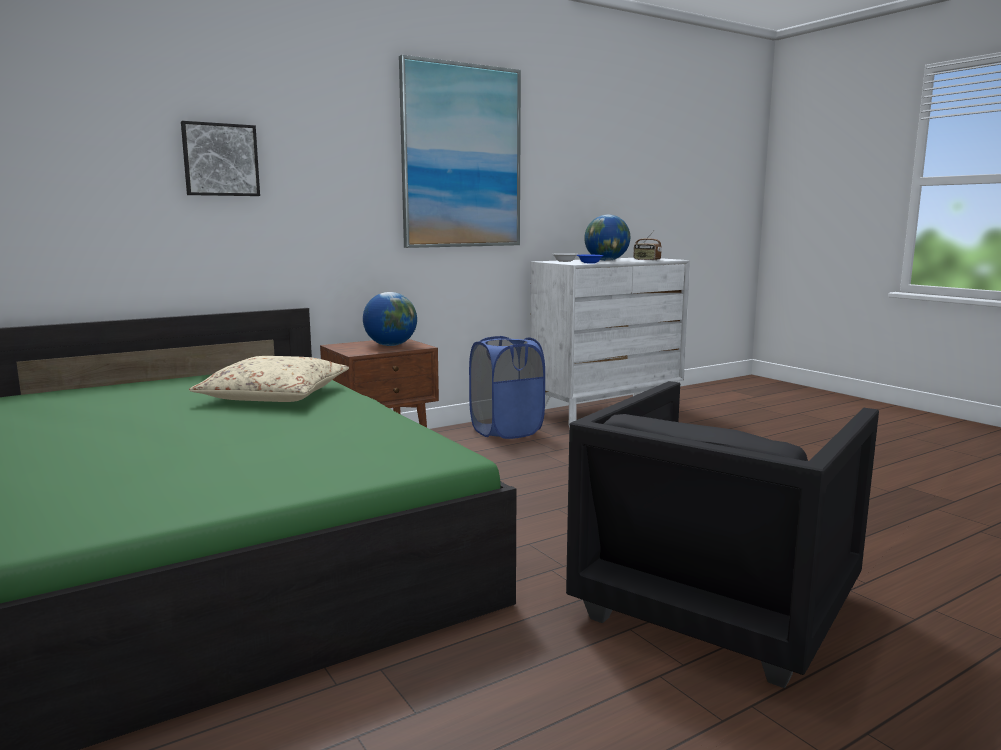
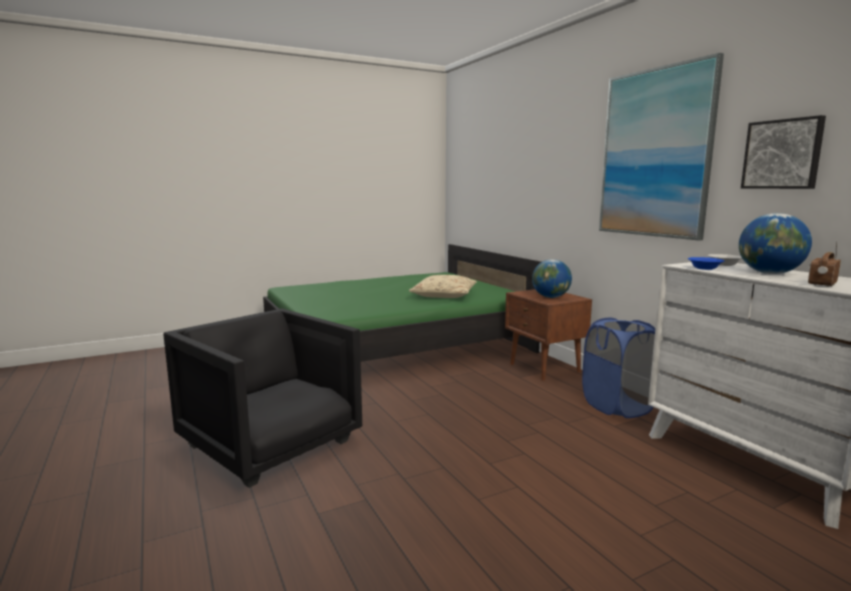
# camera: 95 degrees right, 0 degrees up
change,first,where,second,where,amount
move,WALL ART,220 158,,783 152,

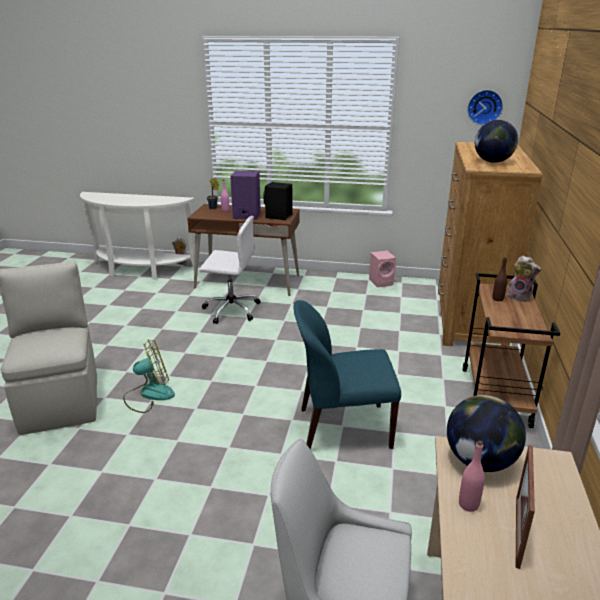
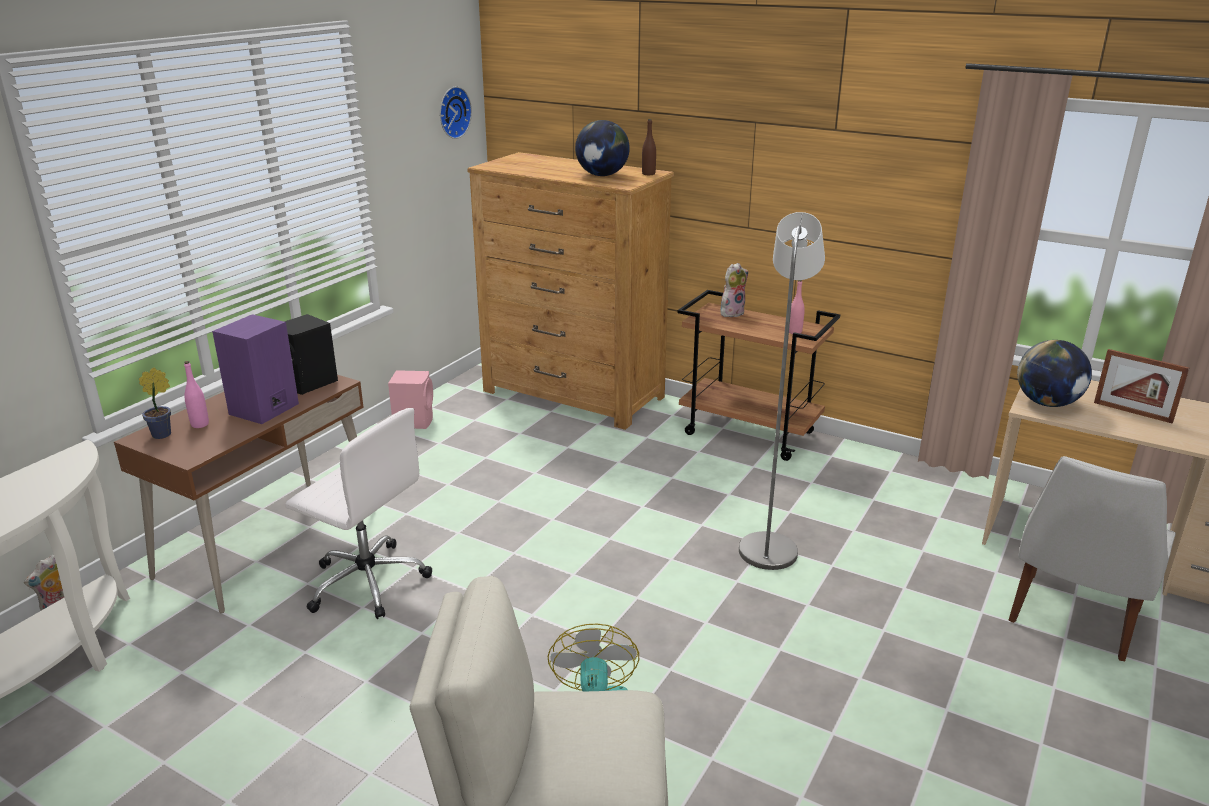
# camera: 70 degrees left, 0 degrees up
change,first,where,second,where,amount
rotate,WHITE-COLOURED DESK CHAIR,230 270,,359 513,90 degrees clockwise
replace,BLUISH CHAIR,347 374,GREYISH STANDARD LAMP,782 391,
move,PINK-COLOURED BEVERAGE BOTTLE,472 476,,797 307,
move,BROWN-COLOURED BEVERAGE BOTTLE,499 279,,649 147,

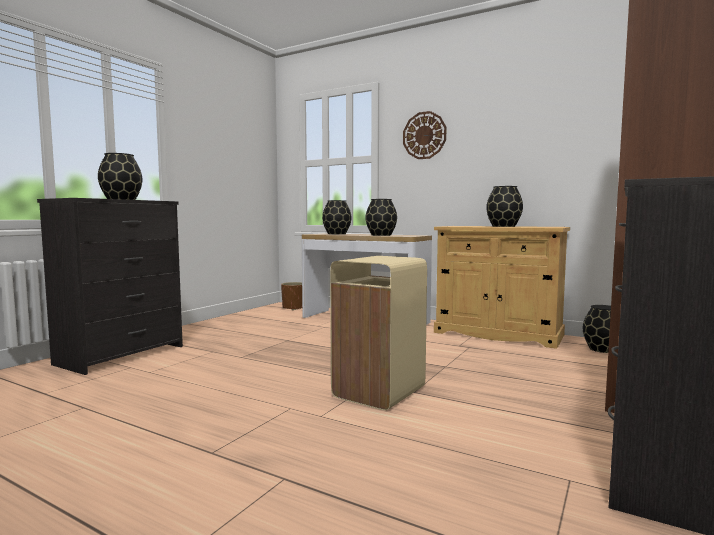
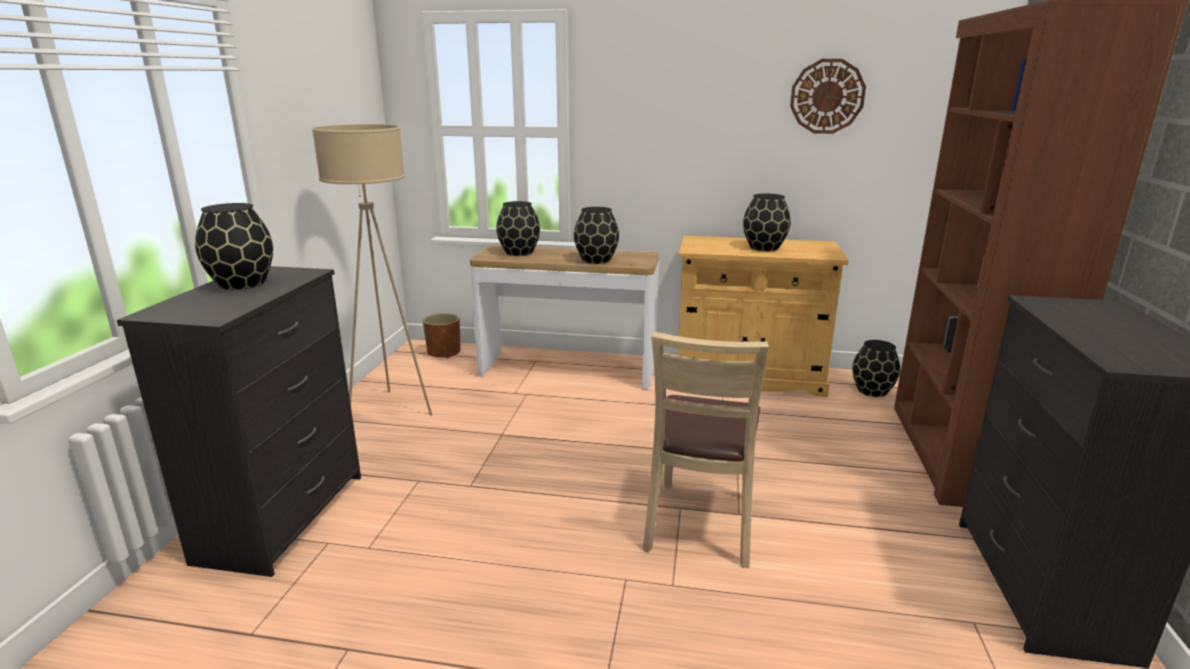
# camera: 20 degrees left, 15 degrees up
change,first,where,second,where,amount
replace,BEIGE TRASH CAN,378 333,BEIGE CHAIR,706 450,
move,HANGING CLOCK,424 135,,828 96,
insert,,,BEIGE STANDARD LAMP,372 269,

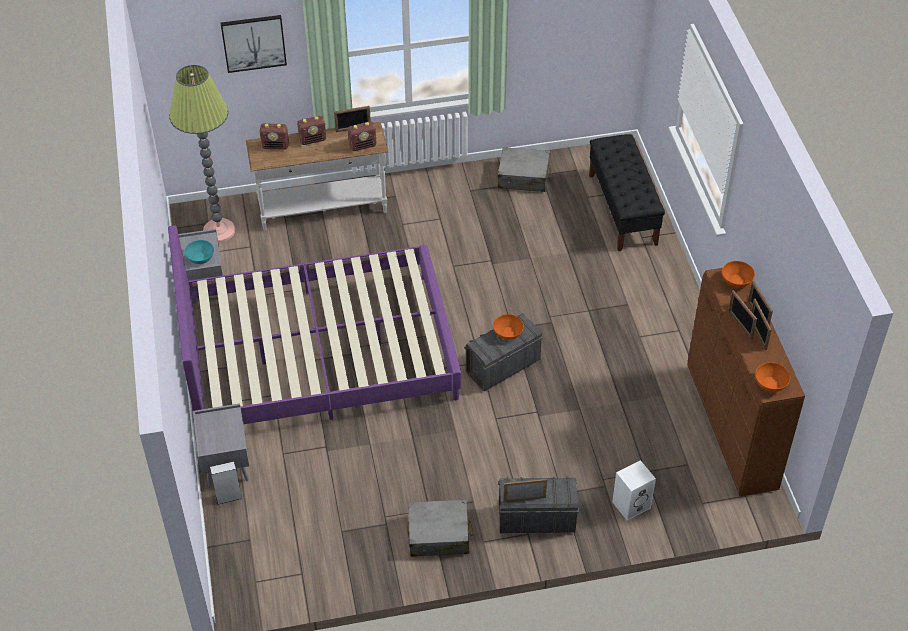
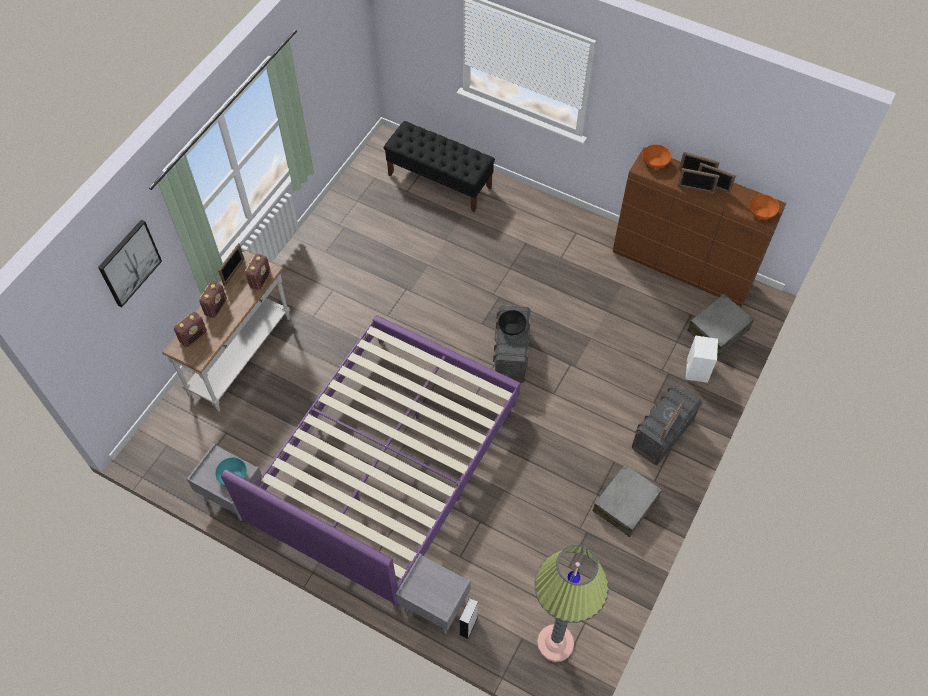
# camera: 50 degrees left, 10 degrees up
change,first,where,second,where,amount
move,STANDARD LAMP,202 154,,572 603,
recolor,ORANGE DEEP DISH,508 327,BLACK DEEP DISH,512 322,
move,GREYISH PIECE OF LUGGAGE,524 169,,721 324,

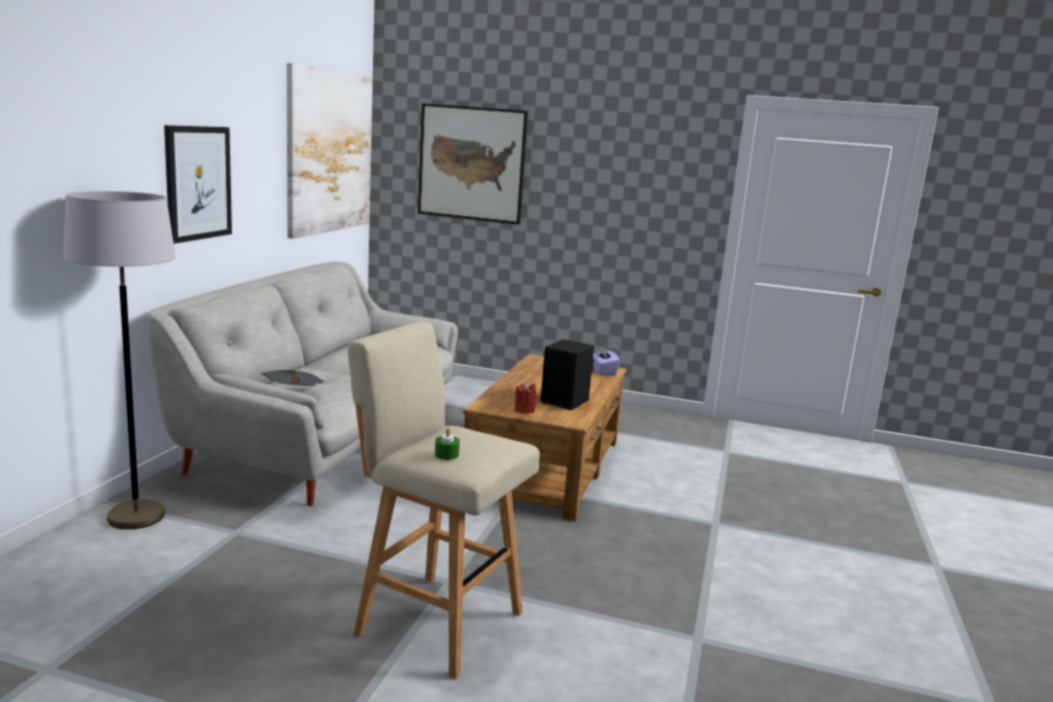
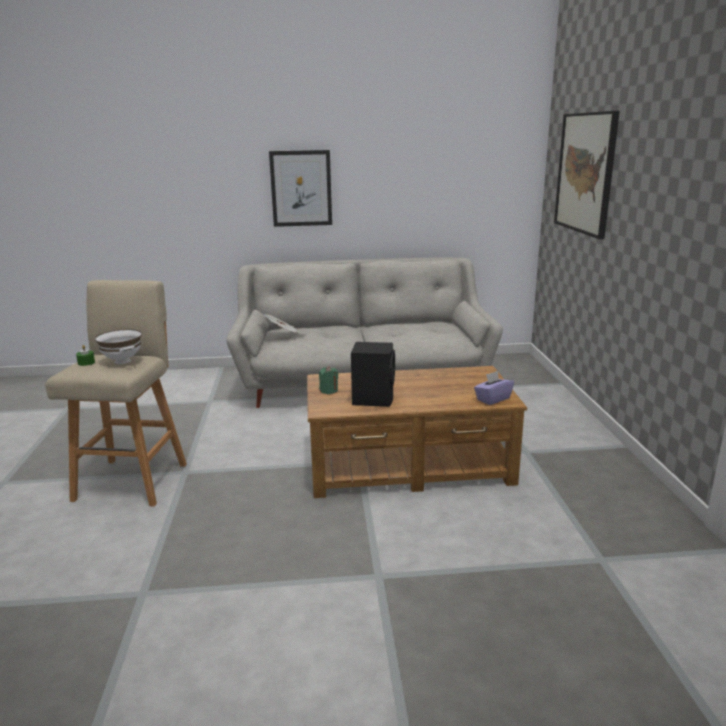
# camera: 70 degrees right, 5 degrees up
change,first,where,second,where,amount
delete,GREYISH STANDARD LAMP,119 360,,,
delete,WALL ART,330 151,,,
recolor,RED-COLOURED CANDLE,525 398,GREENISH CANDLE,329 380,
insert,,,WHITE-COLOURED DEEP DISH,118 346,

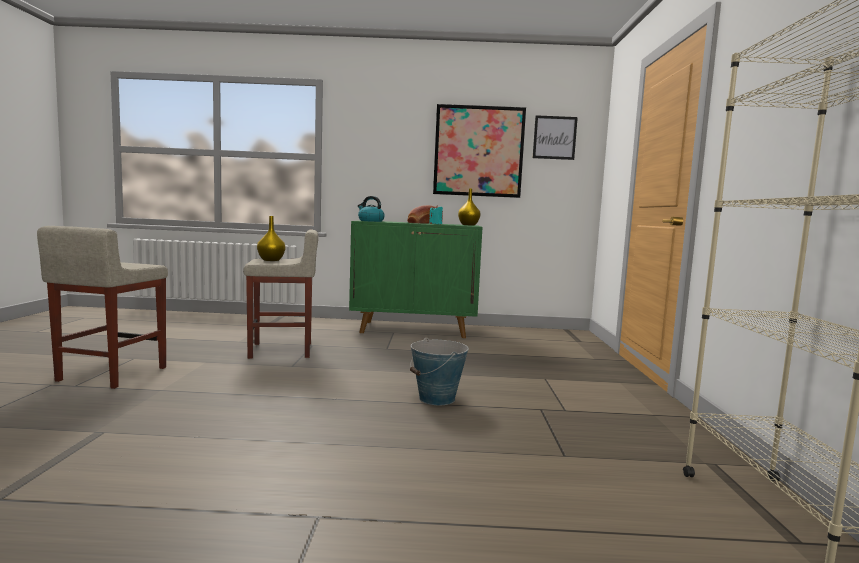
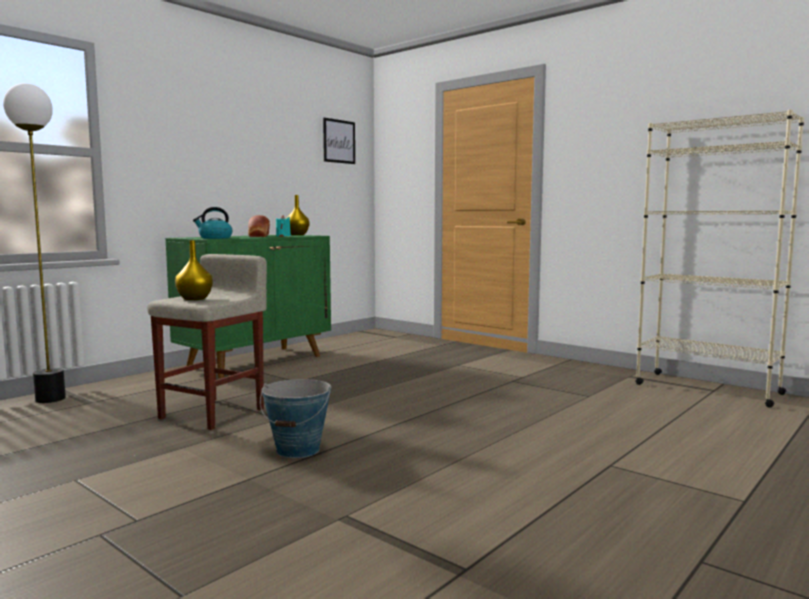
# camera: 50 degrees left, 0 degrees up
change,first,where,second,where,amount
delete,BEIGE SITTING STOOL,102 307,,,
move,WATER BUCKET,439 371,,295 418,
delete,WALL ART,479 151,,,
insert,,,STANDARD LAMP,34 243,

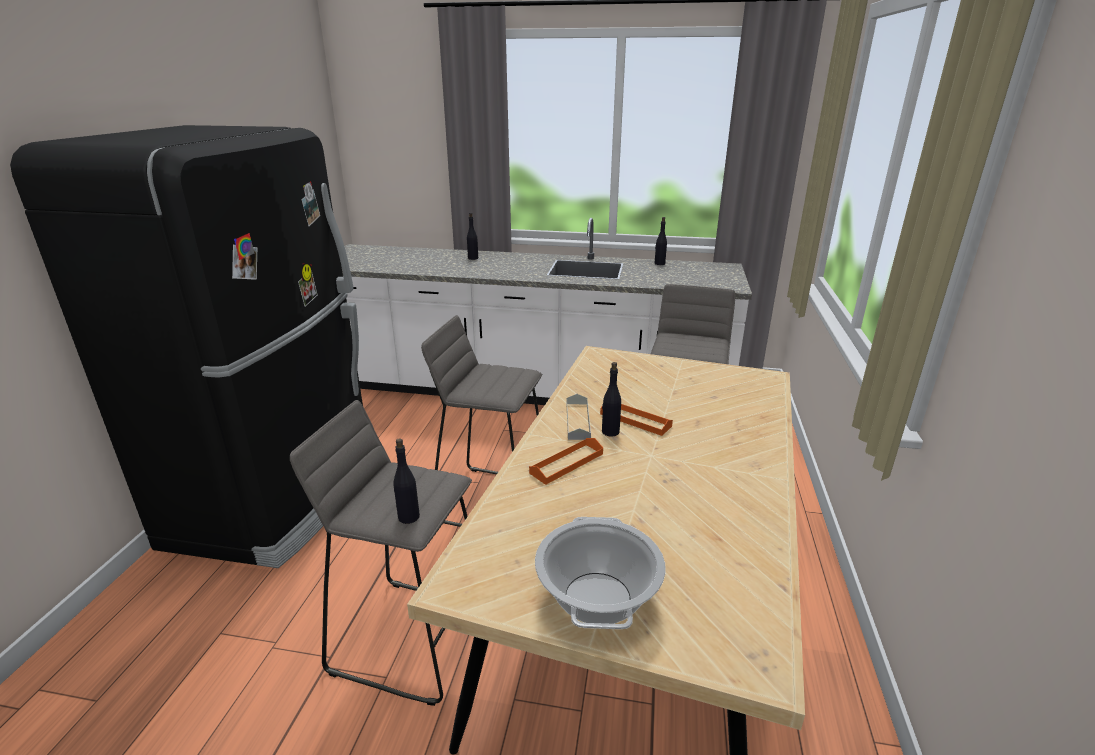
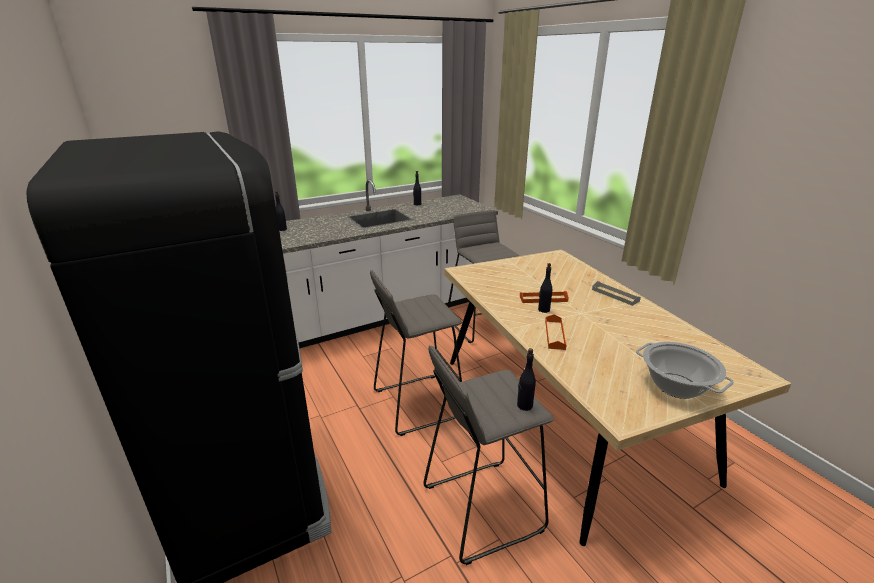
# camera: 40 degrees left, 0 degrees up
change,first,where,second,where,amount
move,GREYISH CARRYING TRAY,579 417,,616 293,

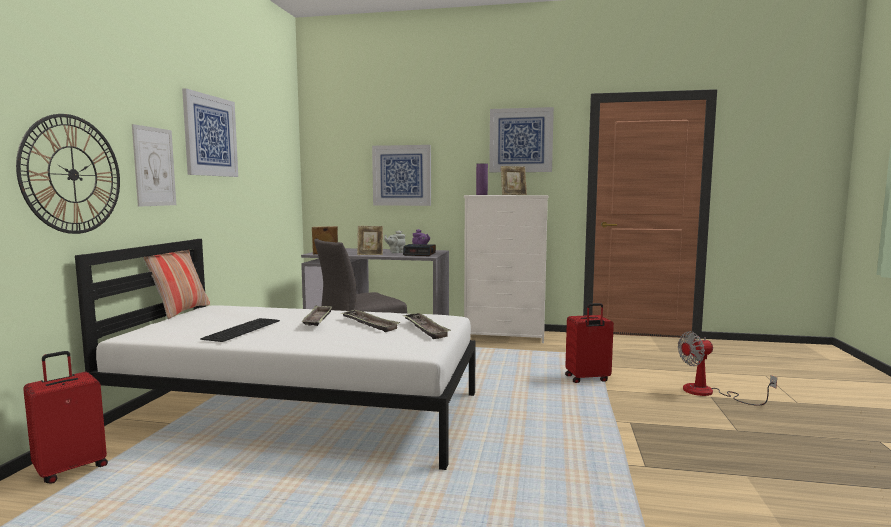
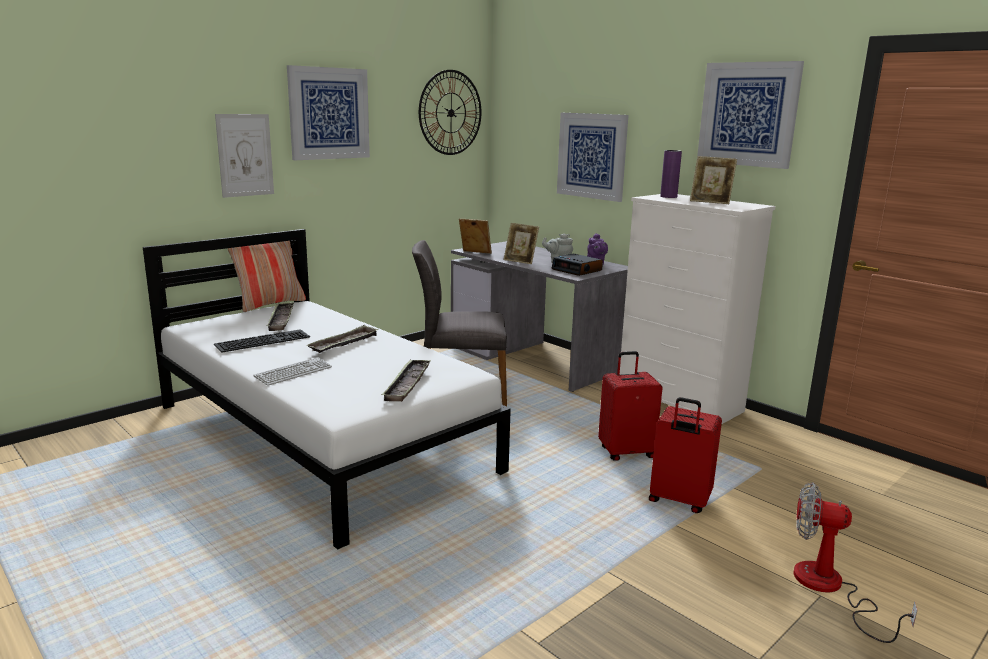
# camera: 35 degrees right, 10 degrees up
change,first,where,second,where,amount
move,HANGING CLOCK,68 174,,450 112,
move,RED-COLOURED PIECE OF LUGGAGE,65 417,,630 406,
move,CARRYING TRAY,370 320,,280 317,
insert,,,PC KEYBOARD,292 371,

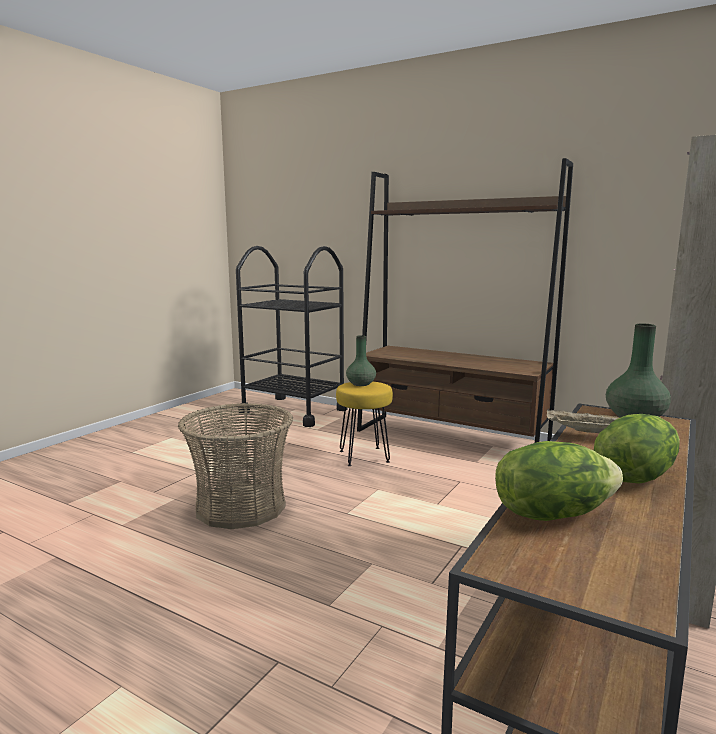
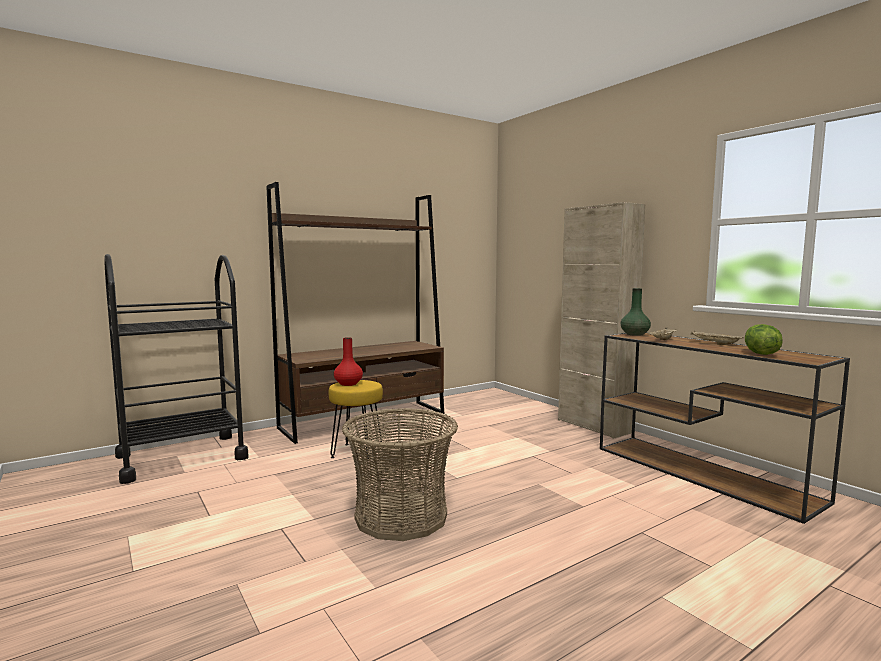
# camera: 65 degrees left, 5 degrees down
change,first,where,second,where,amount
recolor,GREENISH VASE,361 360,RED-COLOURED VASE,348 361,
replace,LETTUCE,637 449,BEIGE CARRYING TRAY,717 338,

